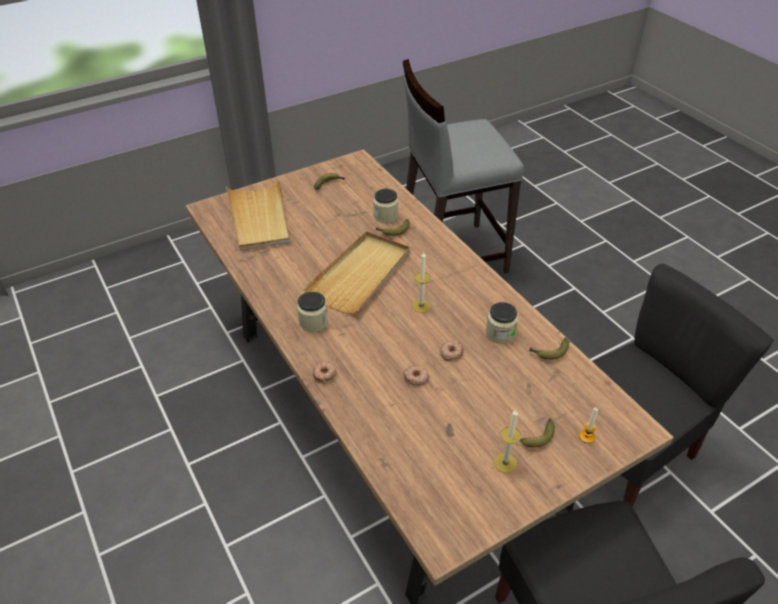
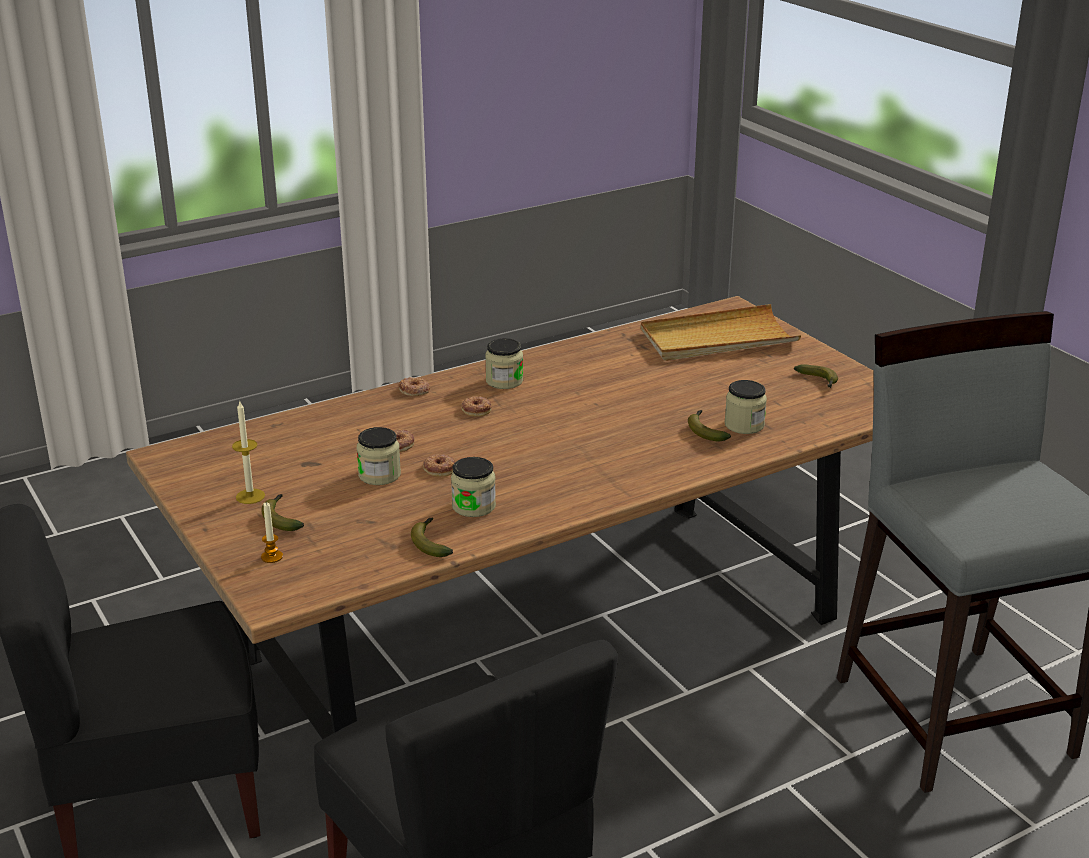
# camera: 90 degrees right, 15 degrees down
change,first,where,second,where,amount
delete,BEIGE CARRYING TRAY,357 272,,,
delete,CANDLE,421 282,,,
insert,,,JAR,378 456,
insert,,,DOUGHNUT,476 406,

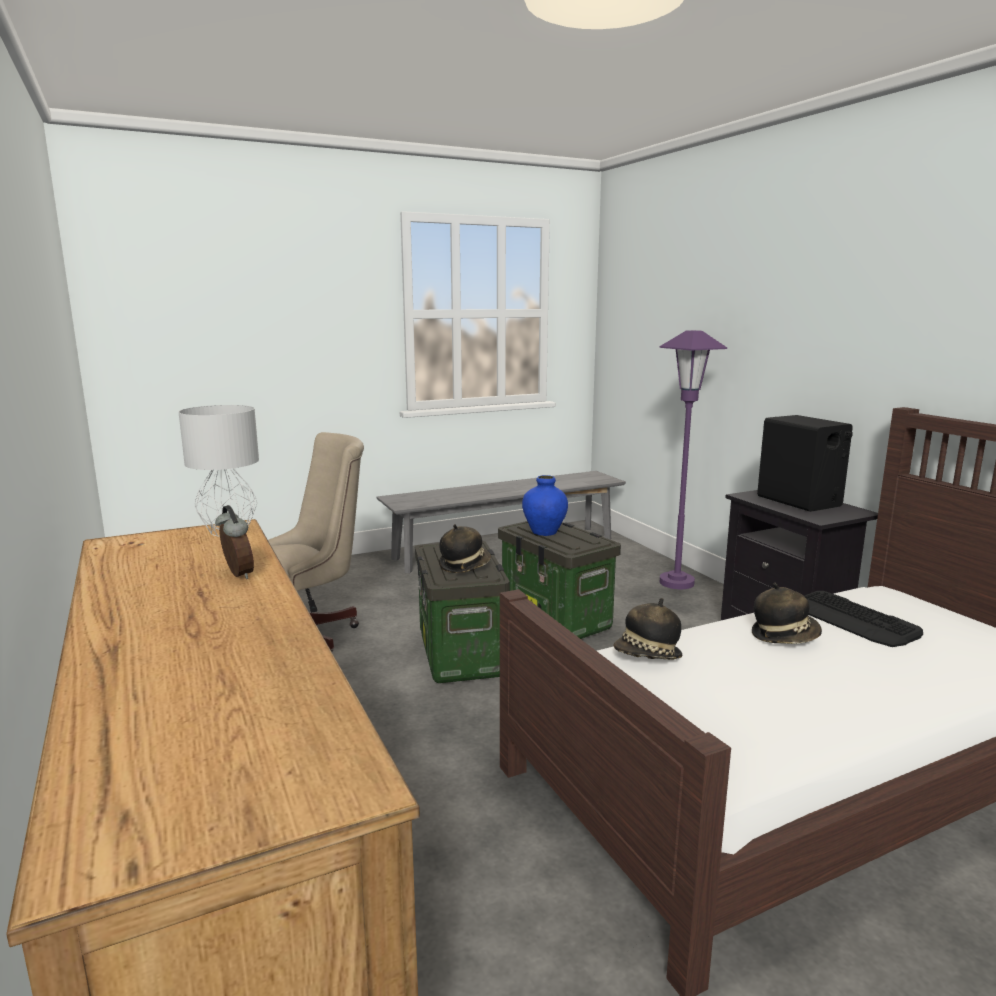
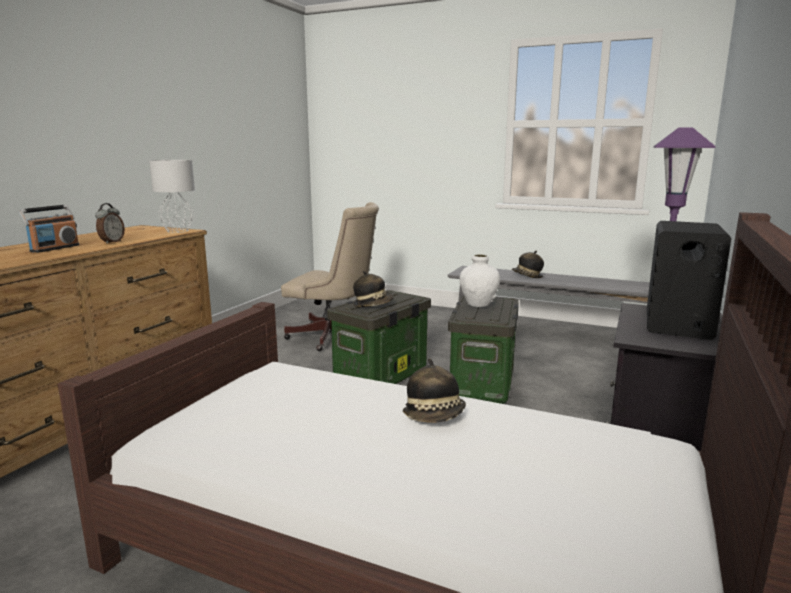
# camera: 50 degrees right, 0 degrees up
change,first,where,second,where,amount
recolor,BLUISH VASE,545 505,WHITE-COLOURED VASE,480 280,
move,WEARABLE HAT,647 629,,528 264,
delete,PC KEYBOARD,863 619,,,
insert,,,RADIO RECEIVER,49 229,

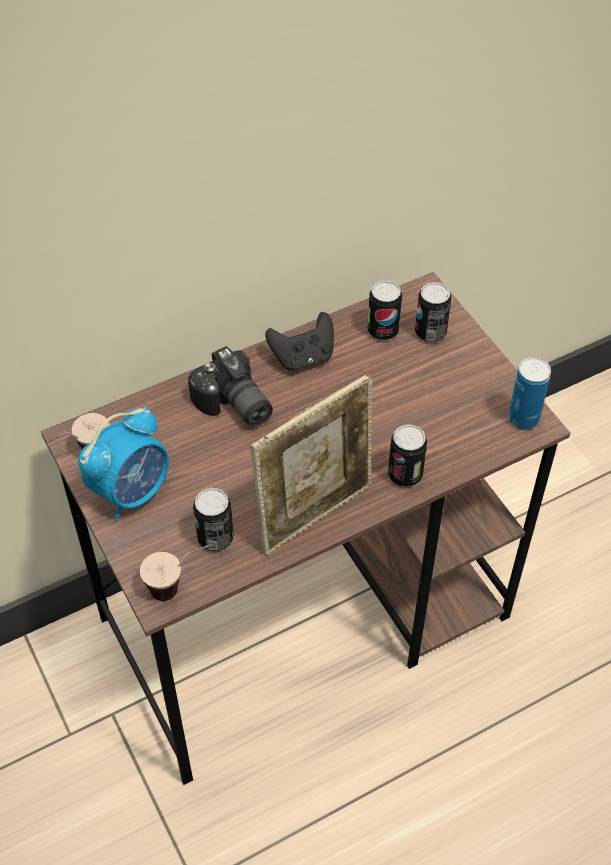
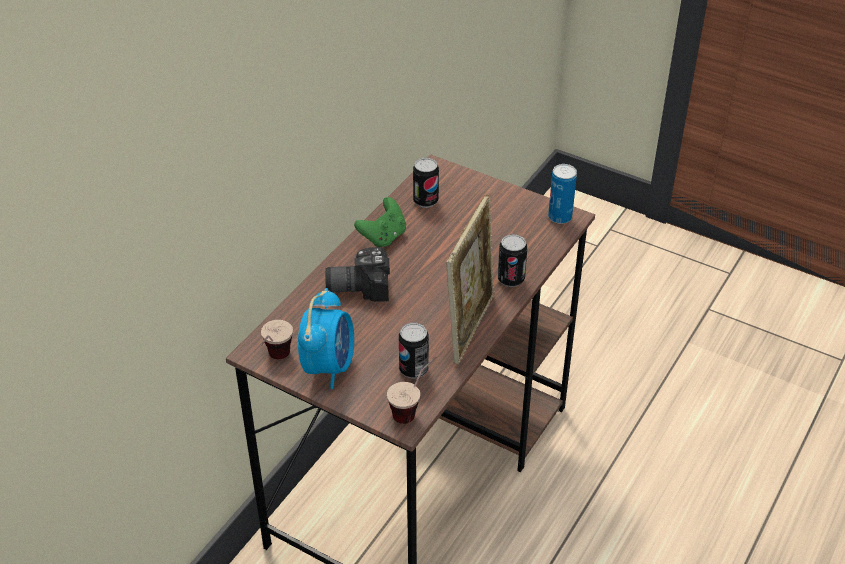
# camera: 30 degrees left, 10 degrees down
change,first,where,second,where,amount
rotate,PHOTO CAMERA,230 386,,357 274,150 degrees clockwise
recolor,BLACK GAMEPAD,299 341,GREENISH GAMEPAD,380 222,
delete,SEALED CAN,433 312,,,

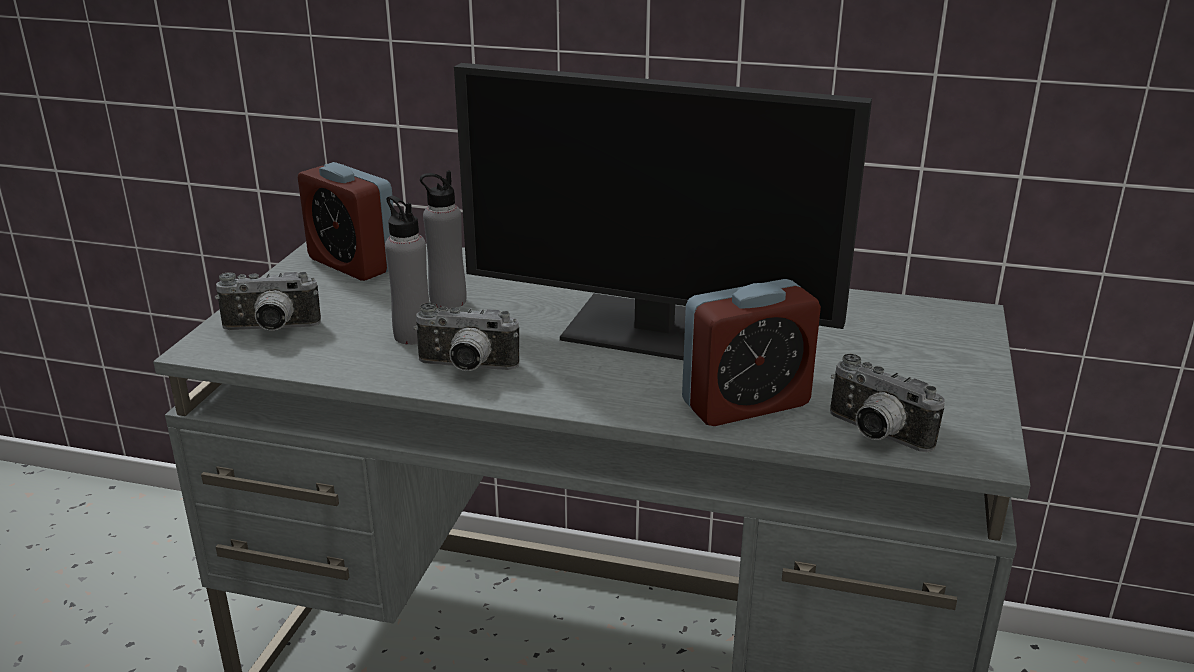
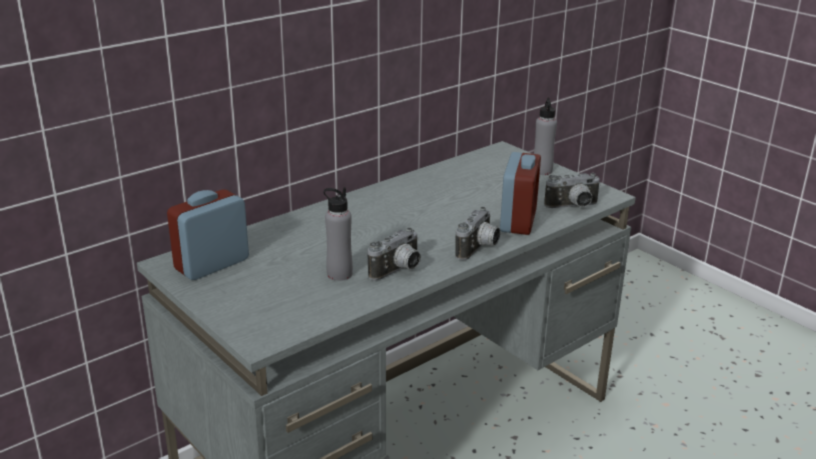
# camera: 55 degrees left, 0 degrees up
change,first,where,second,where,amount
move,PHOTO CAMERA,268 301,,477 233,
rotate,BEDSIDE CLOCK,346 221,,208 234,150 degrees clockwise
move,GREYISH BEVERAGE BOTTLE,443 239,,545 136,
delete,COMPUTER DISPLAY,663 211,,,

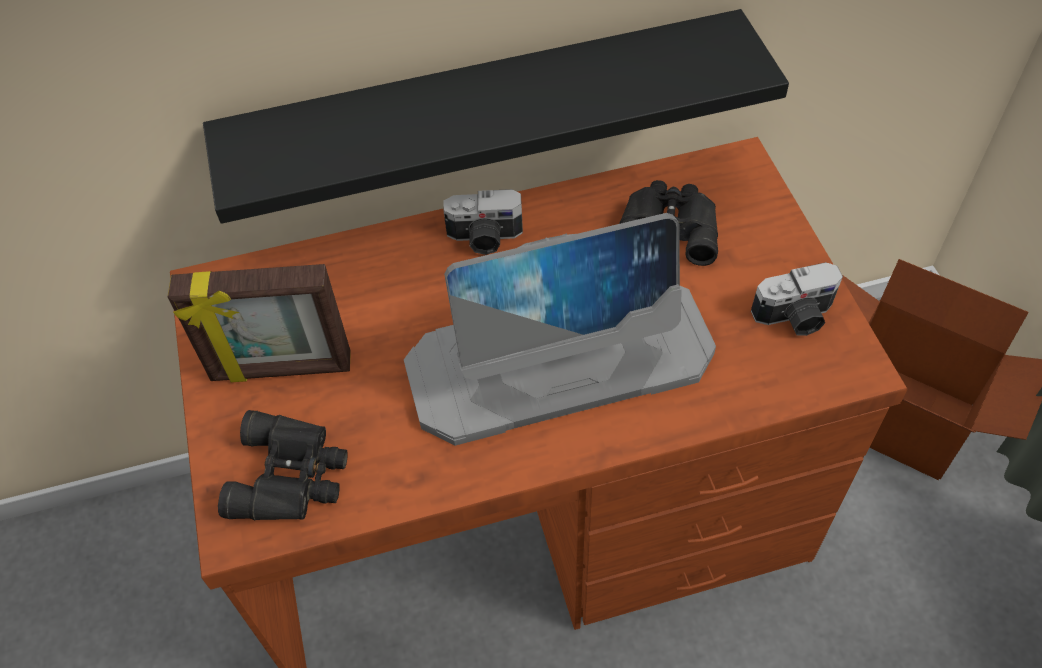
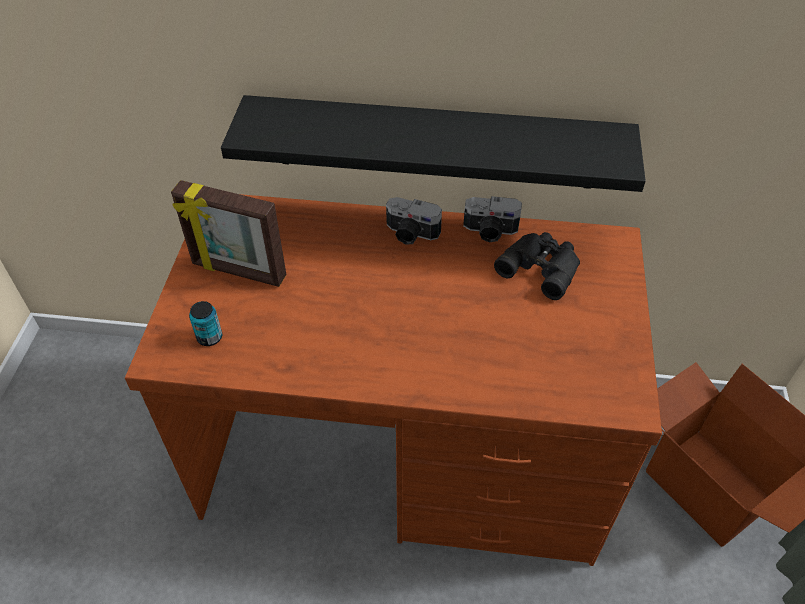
# camera: 20 degrees right, 5 degrees down
change,first,where,second,where,amount
replace,BLACK FIELD GLASSES,283 465,SEALED CAN,205 323,
delete,COMPUTER DISPLAY,560 329,,,
move,PHOTO CAMERA,797 299,,492 219,

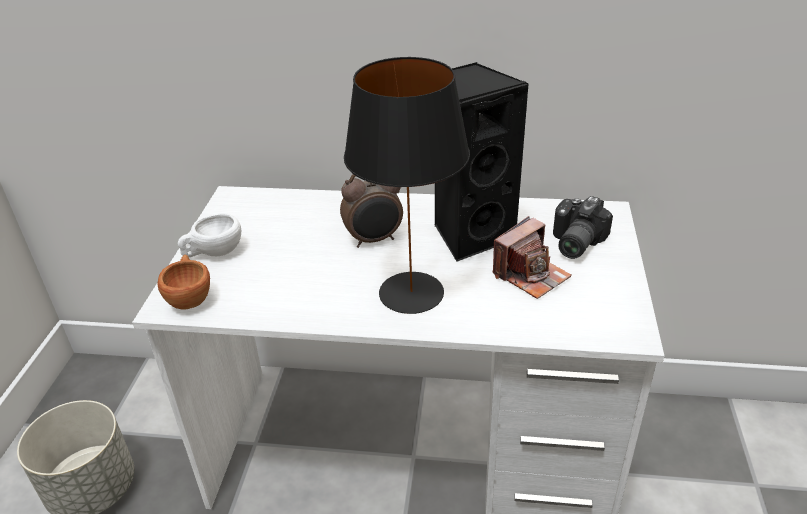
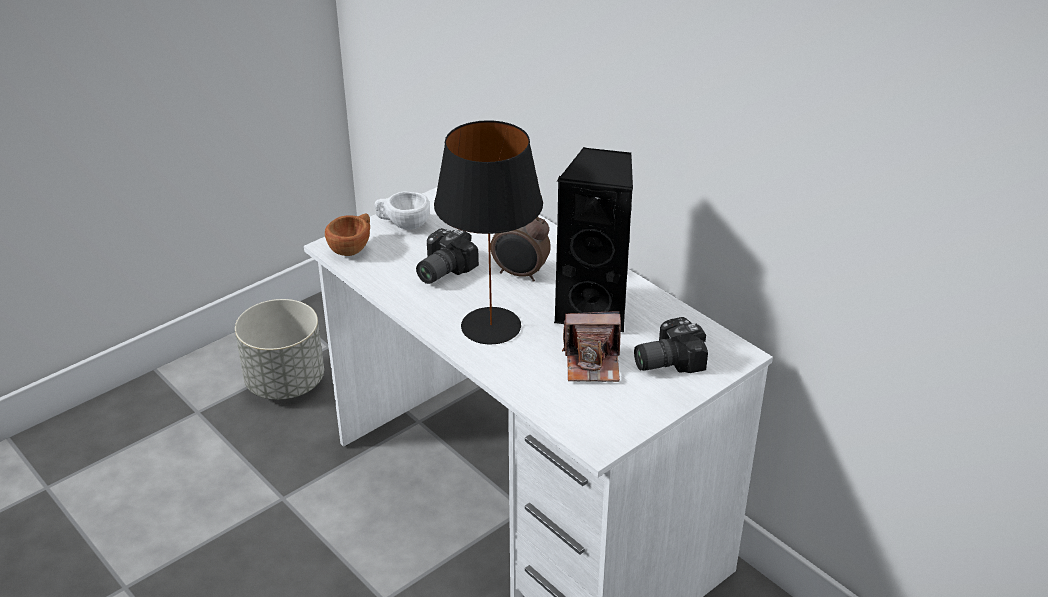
# camera: 40 degrees right, 0 degrees up
change,first,where,second,where,amount
insert,,,PHOTO CAMERA,447 256,

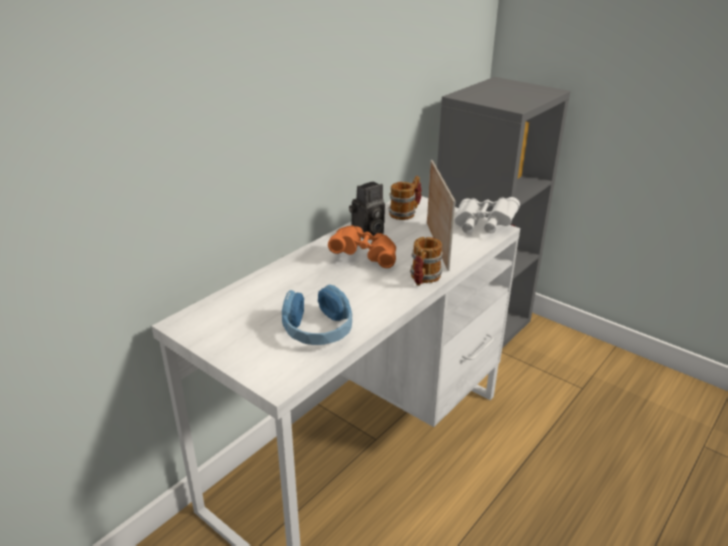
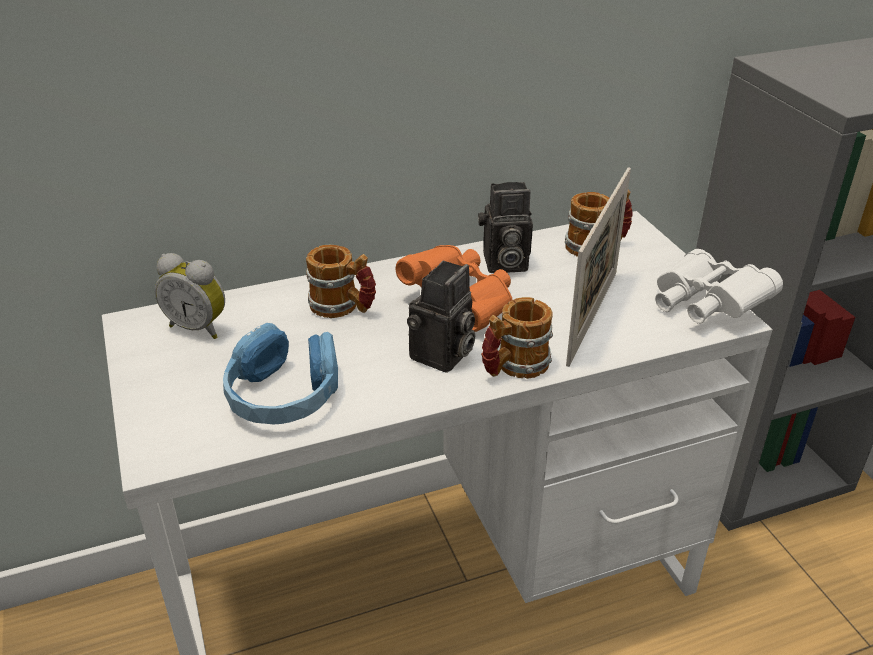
# camera: 30 degrees right, 5 degrees up
change,first,where,second,where,amount
insert,,,BEDSIDE CLOCK,190 296,
insert,,,MUG,341 281,
insert,,,PHOTO CAMERA,441 317,

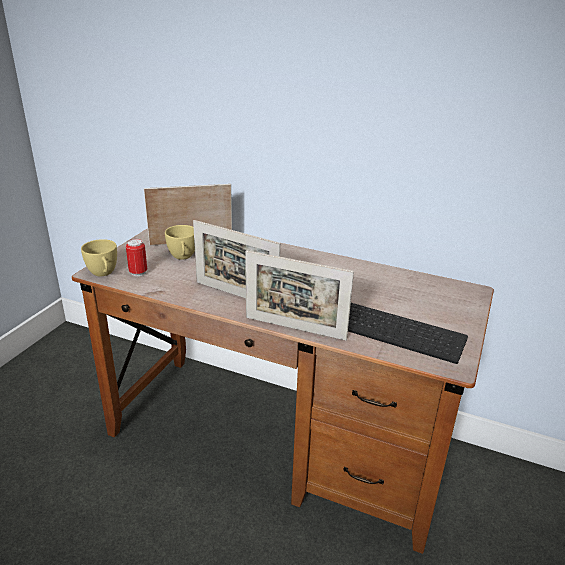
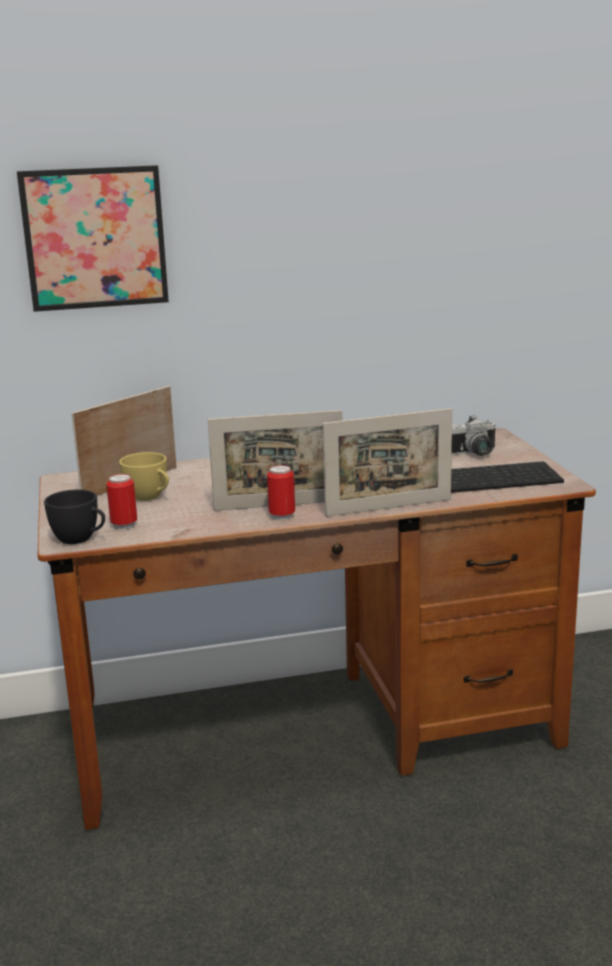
# camera: 35 degrees left, 10 degrees down
change,first,where,second,where,amount
recolor,YELLOW DRINKING CUP,99 257,BLACK DRINKING CUP,74 516,
insert,,,WALL ART,93 238,
insert,,,SEALED CAN,281 492,
insert,,,PHOTO CAMERA,474 435,

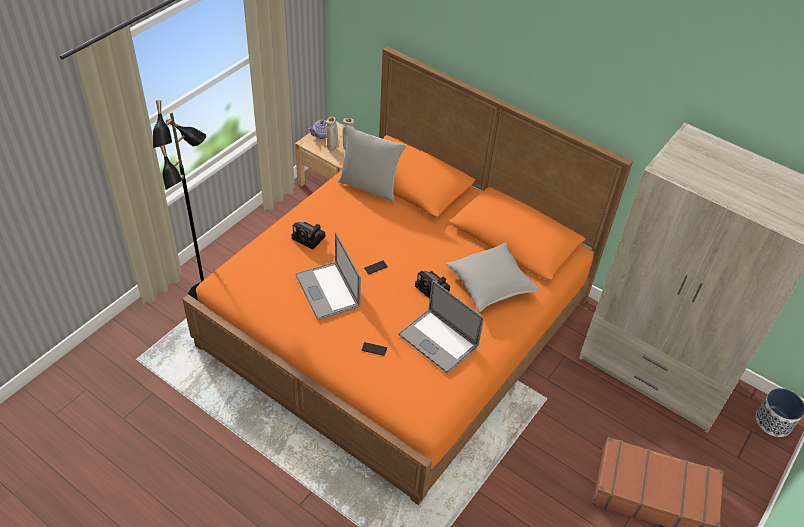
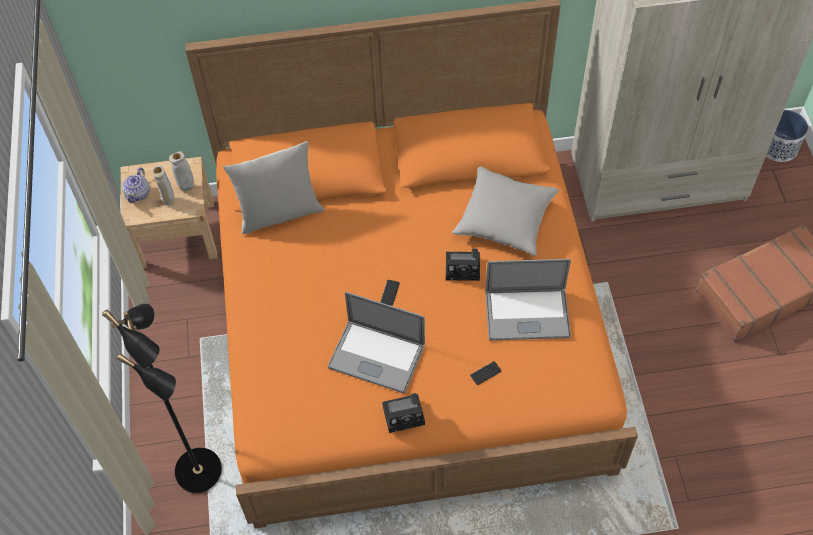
# camera: 40 degrees left, 10 degrees up
change,first,where,second,where,amount
move,PHOTO CAMERA,308 236,,403 413,

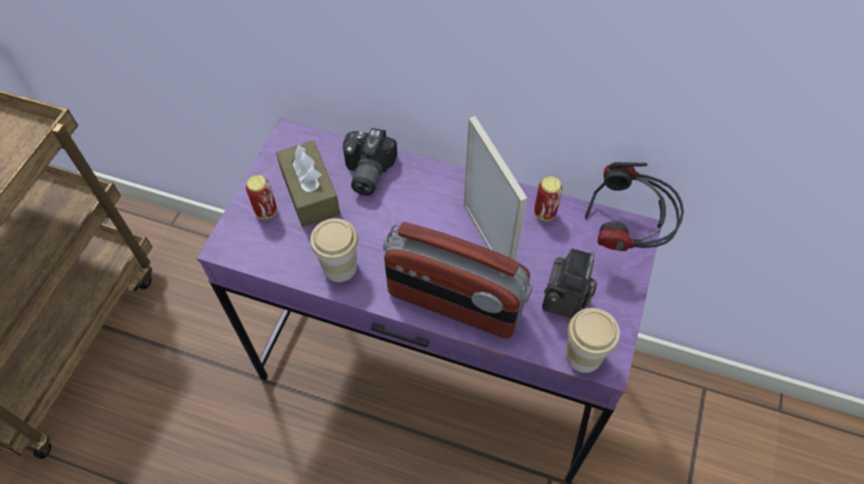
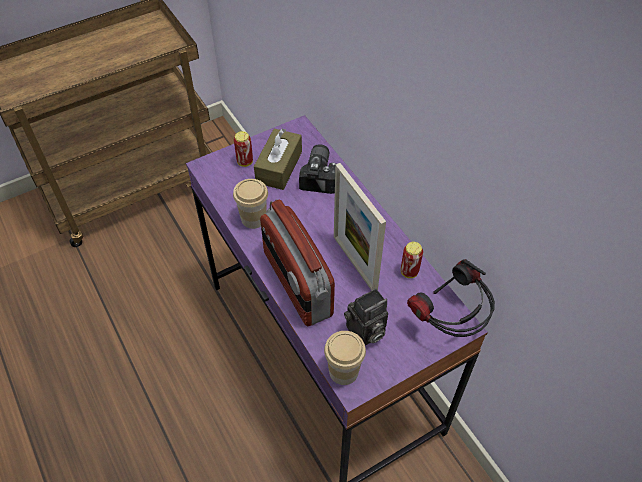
# camera: 40 degrees right, 5 degrees down
change,first,where,second,where,amount
rotate,PHOTO CAMERA,370 162,,317 169,135 degrees clockwise
rotate,STANDING FRAME,495 188,,360 227,135 degrees clockwise

